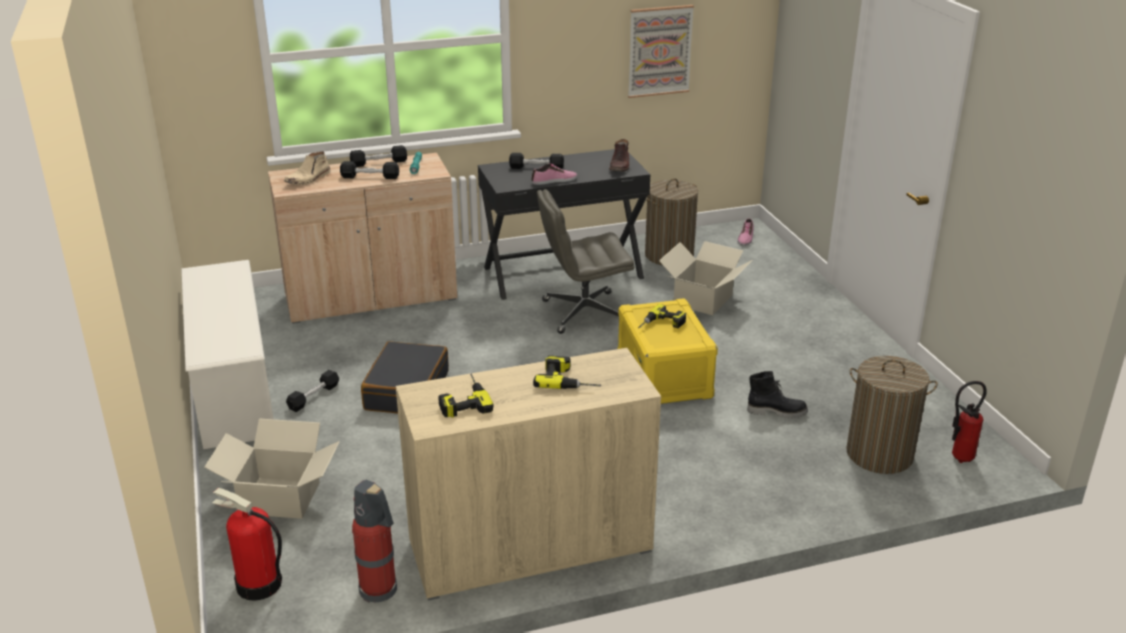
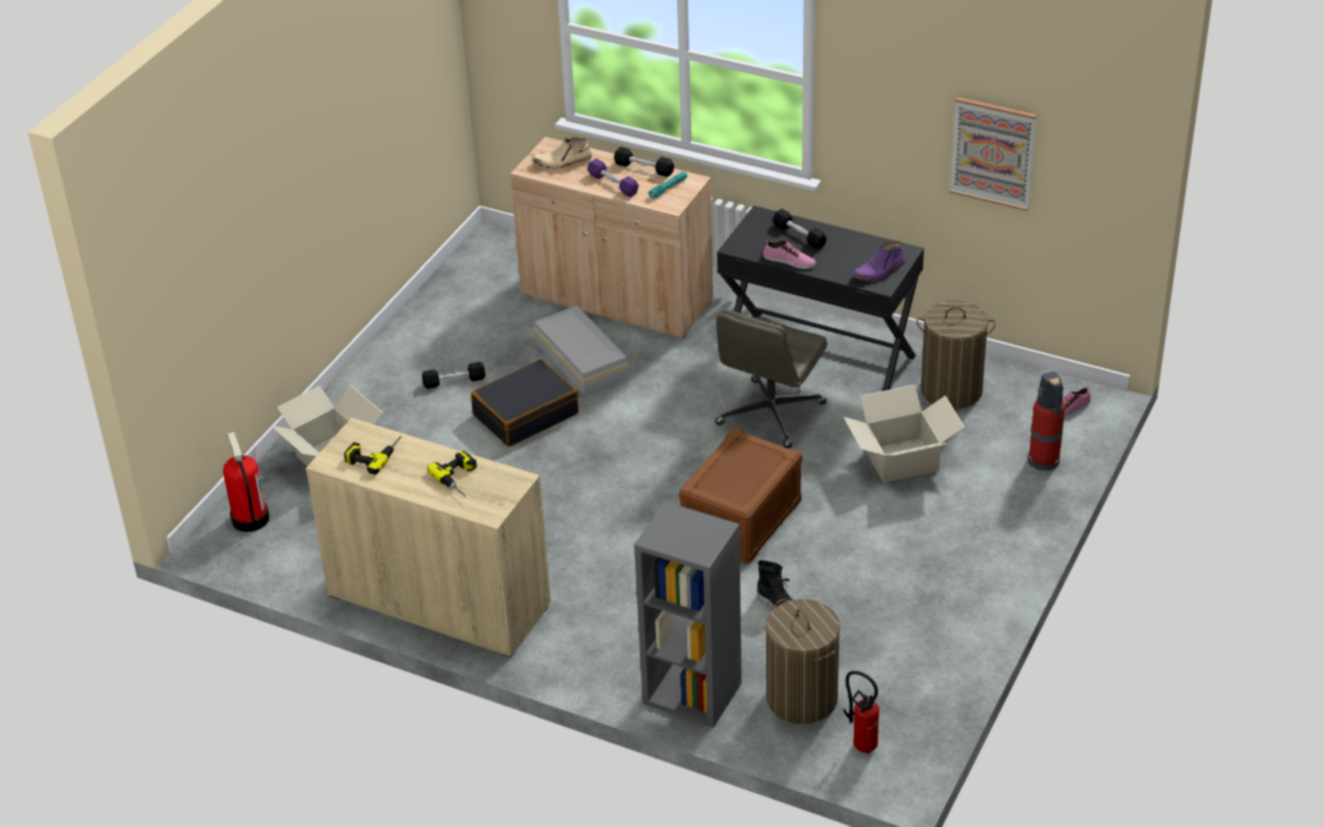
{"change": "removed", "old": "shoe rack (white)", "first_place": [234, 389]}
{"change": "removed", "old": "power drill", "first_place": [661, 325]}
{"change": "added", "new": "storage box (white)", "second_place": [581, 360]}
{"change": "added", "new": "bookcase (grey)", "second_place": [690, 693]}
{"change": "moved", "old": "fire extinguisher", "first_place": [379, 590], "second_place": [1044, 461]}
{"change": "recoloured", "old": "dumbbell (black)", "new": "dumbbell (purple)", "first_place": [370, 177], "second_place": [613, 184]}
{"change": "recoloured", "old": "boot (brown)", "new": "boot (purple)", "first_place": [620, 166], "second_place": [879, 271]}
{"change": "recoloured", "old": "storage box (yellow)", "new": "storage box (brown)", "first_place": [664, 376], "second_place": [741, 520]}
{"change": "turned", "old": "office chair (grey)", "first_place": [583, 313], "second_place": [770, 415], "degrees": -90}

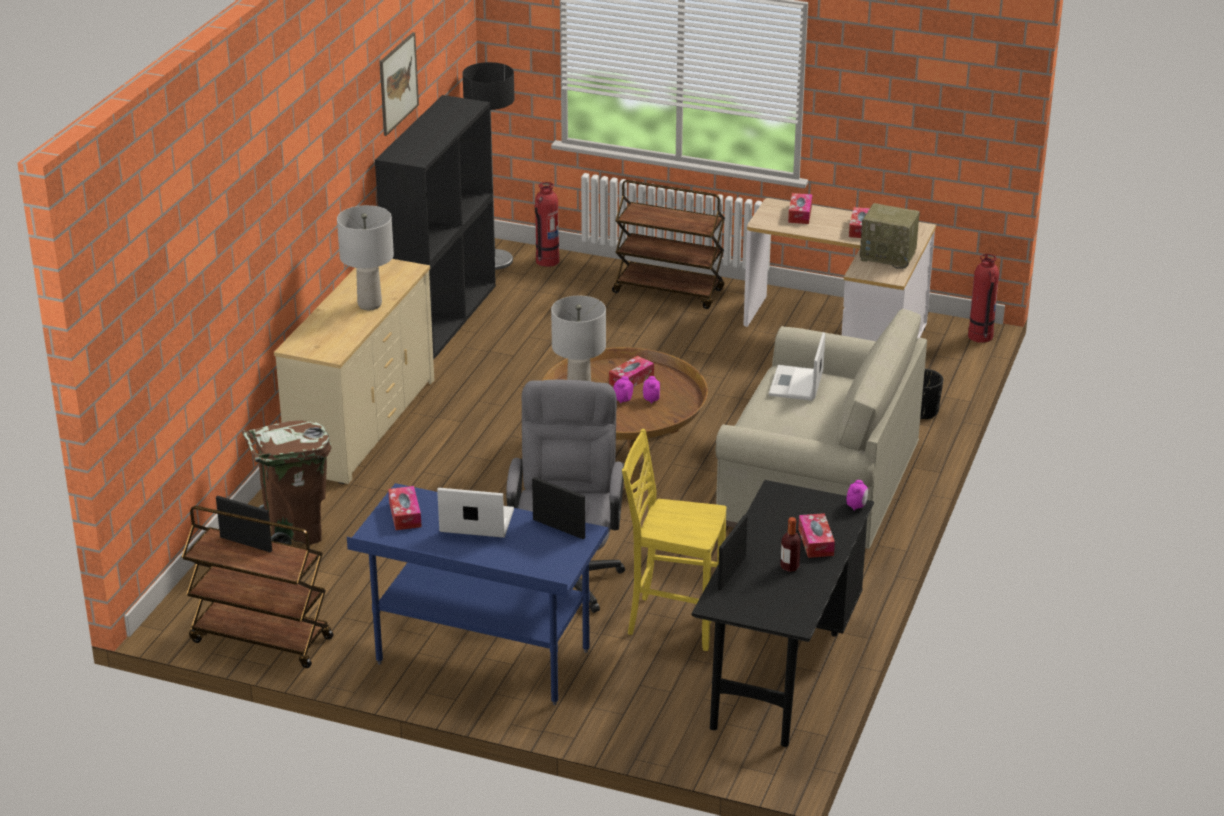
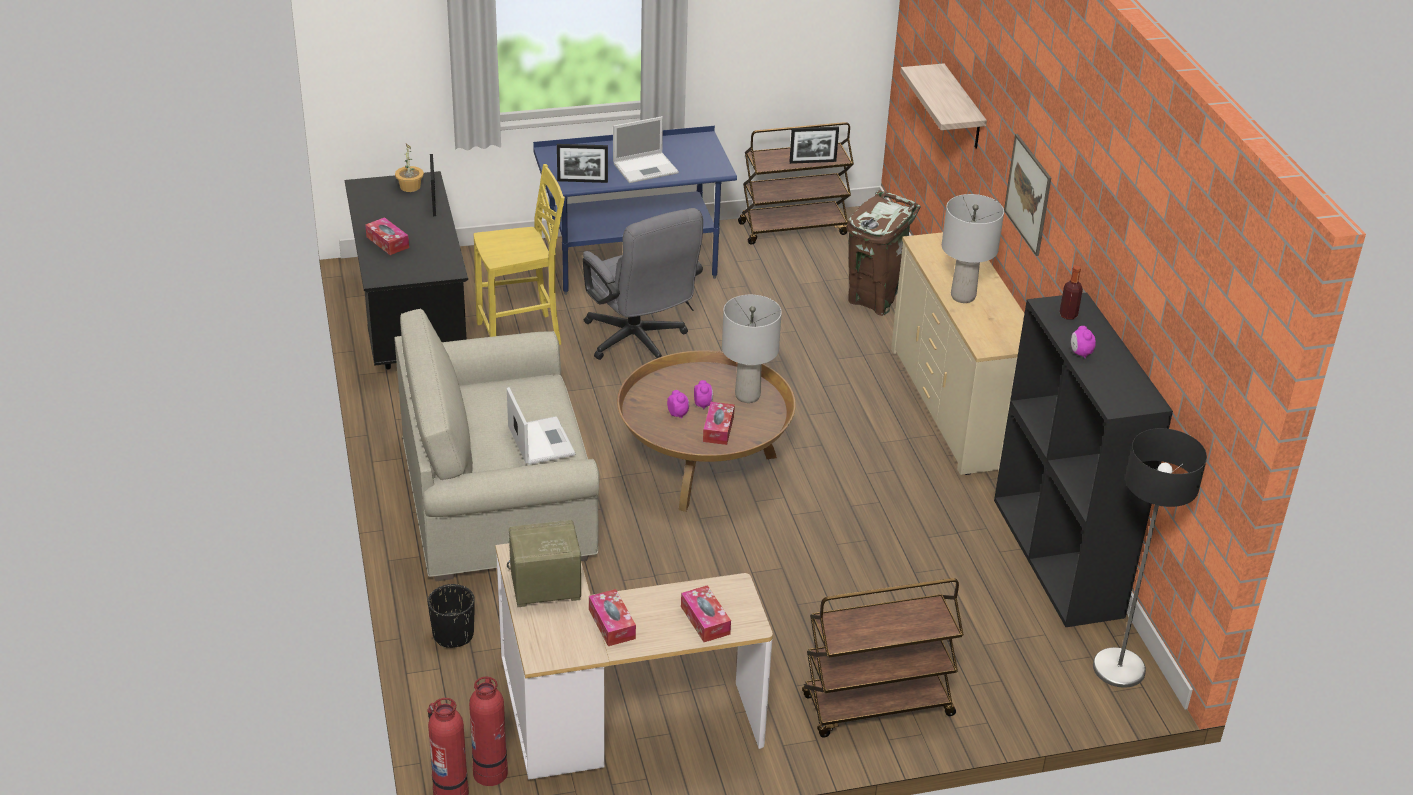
{"change": "removed", "old": "tissue box", "first_place": [405, 515]}
{"change": "added", "new": "potted plant", "second_place": [409, 186]}
{"change": "added", "new": "shelf", "second_place": [962, 108]}
{"change": "moved", "old": "picture", "first_place": [398, 83], "second_place": [1028, 194]}
{"change": "moved", "old": "fire extinguisher", "first_place": [546, 261], "second_place": [491, 772]}
{"change": "moved", "old": "bottle", "first_place": [789, 567], "second_place": [1068, 315]}
{"change": "moved", "old": "alarm clock", "first_place": [856, 506], "second_place": [1080, 353]}

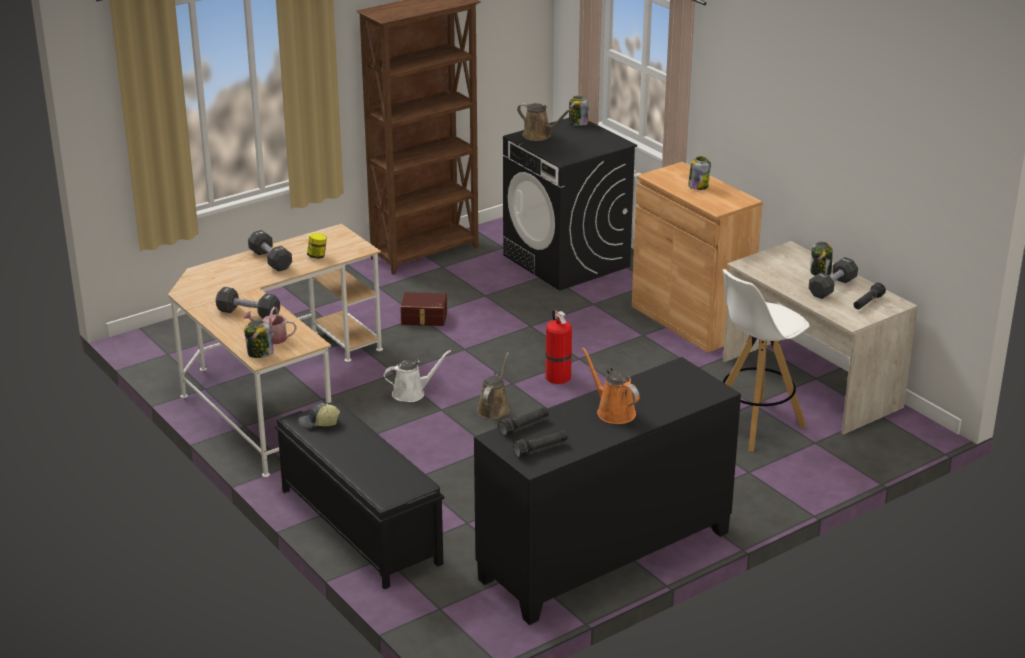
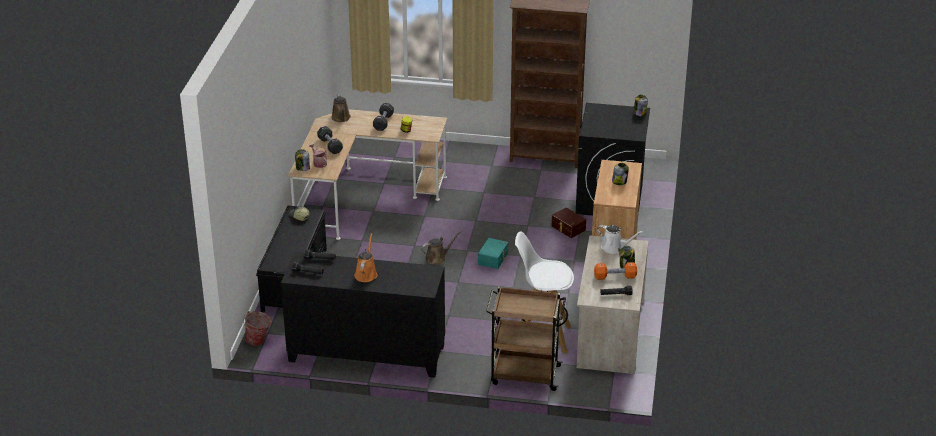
{"change": "added", "new": "bucket", "second_place": [259, 342]}
{"change": "added", "new": "cart (brown)", "second_place": [524, 374]}
{"change": "moved", "old": "watering can (white)", "first_place": [412, 393], "second_place": [614, 247]}
{"change": "moved", "old": "storage box (brown)", "first_place": [424, 318], "second_place": [567, 228]}
{"change": "moved", "old": "watering can (brown)", "first_place": [539, 136], "second_place": [341, 118]}
{"change": "replaced", "old": "fire extinguisher", "new": "storage box (turquoise)", "first_place": [557, 376], "second_place": [493, 259]}
{"change": "recoloured", "old": "dumbbell (black)", "new": "dumbbell (orange)", "first_place": [832, 287], "second_place": [615, 277]}

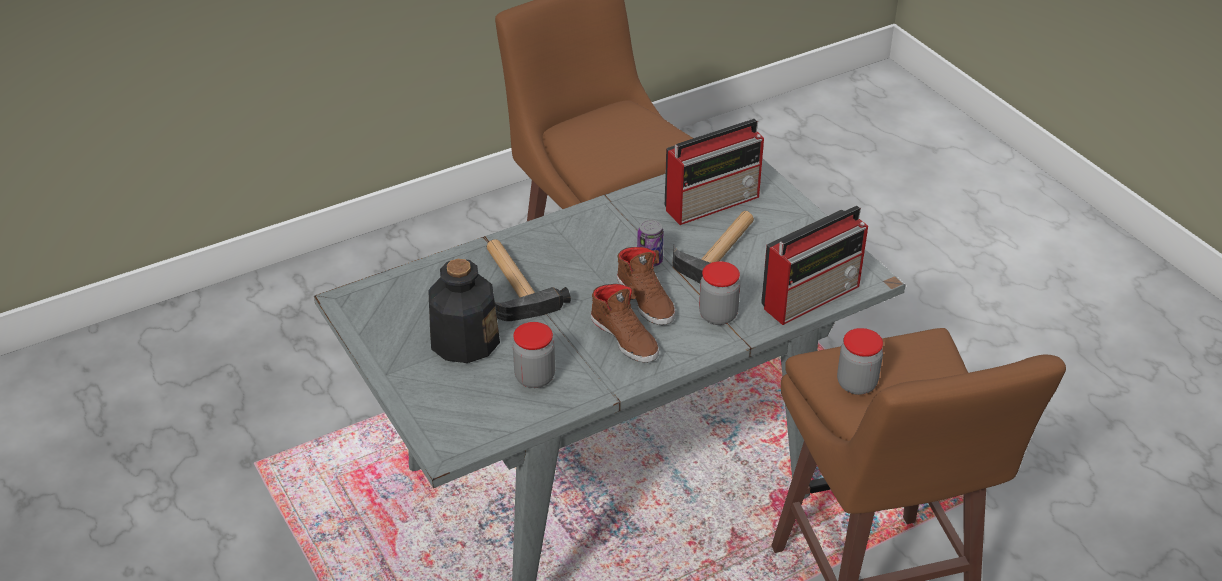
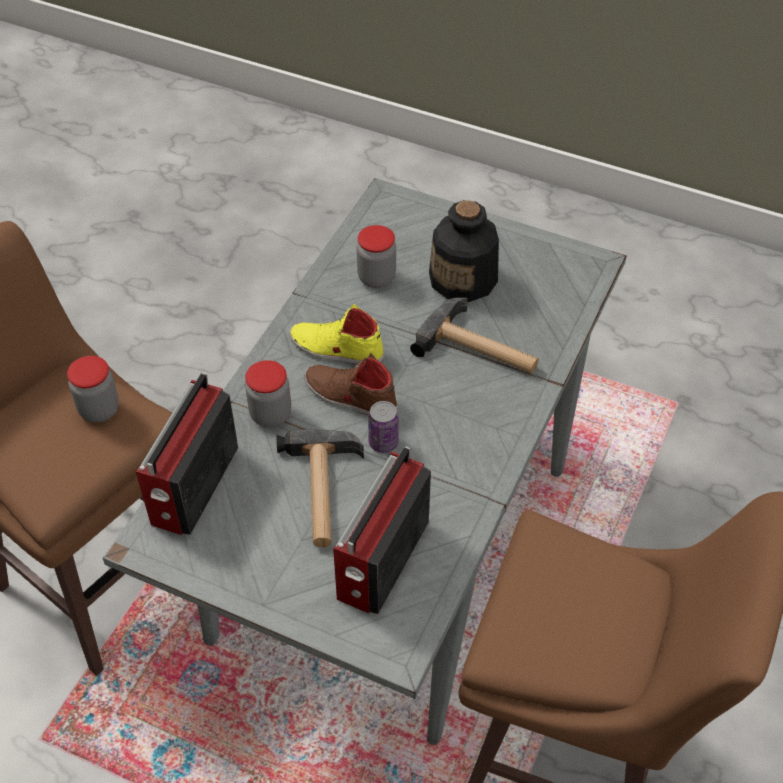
{"change": "recoloured", "old": "shoe (brown)", "new": "shoe (yellow)", "first_place": [625, 337], "second_place": [336, 349]}

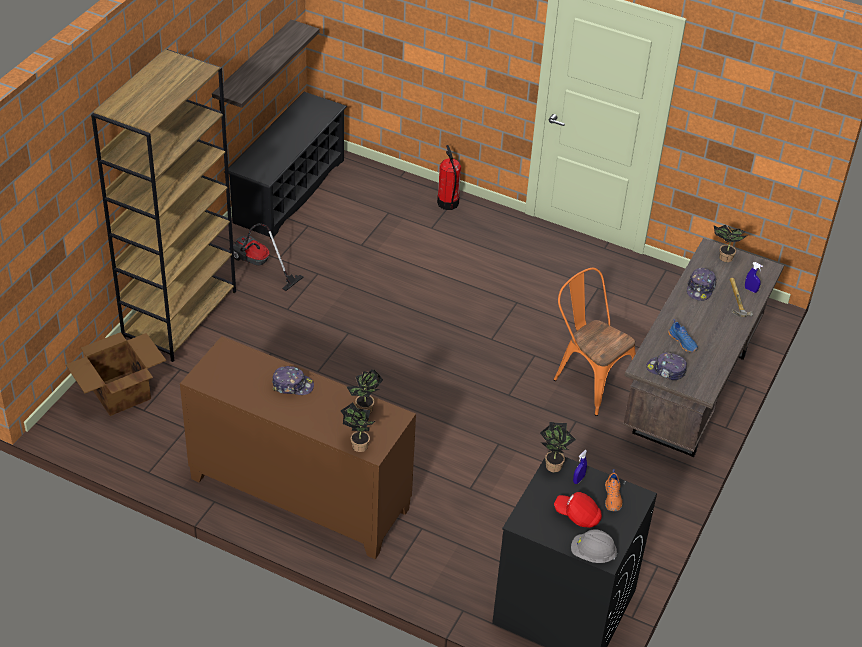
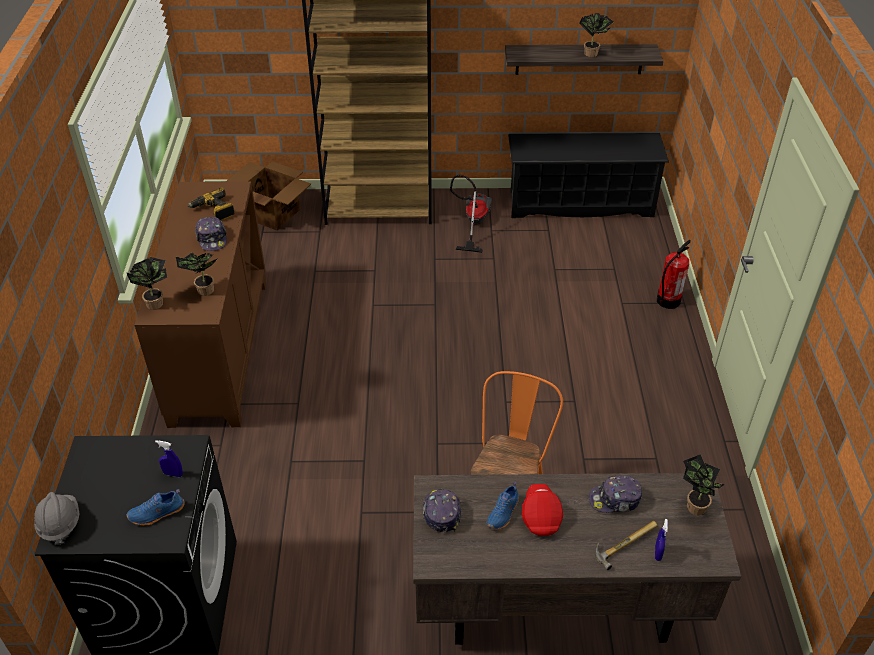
{"change": "added", "new": "power drill", "second_place": [214, 211]}
{"change": "moved", "old": "potted plant", "first_place": [552, 464], "second_place": [592, 53]}
{"change": "moved", "old": "cap (red)", "first_place": [577, 515], "second_place": [541, 516]}
{"change": "recoloured", "old": "shoe (orange)", "new": "shoe (blue)", "first_place": [613, 498], "second_place": [157, 514]}

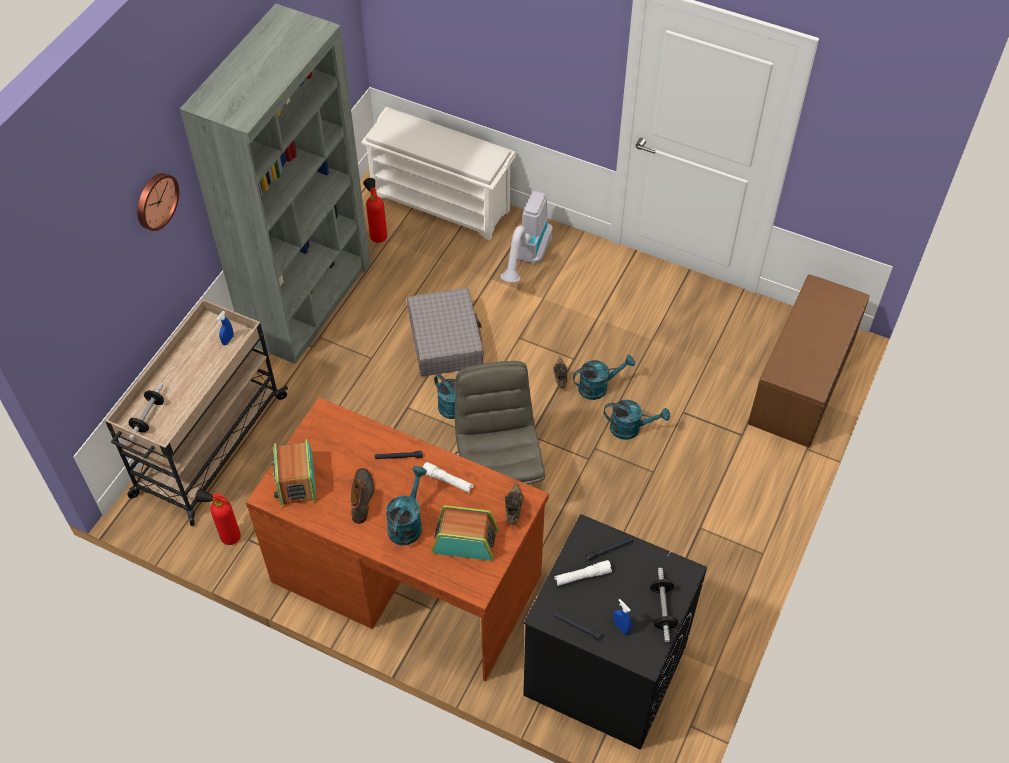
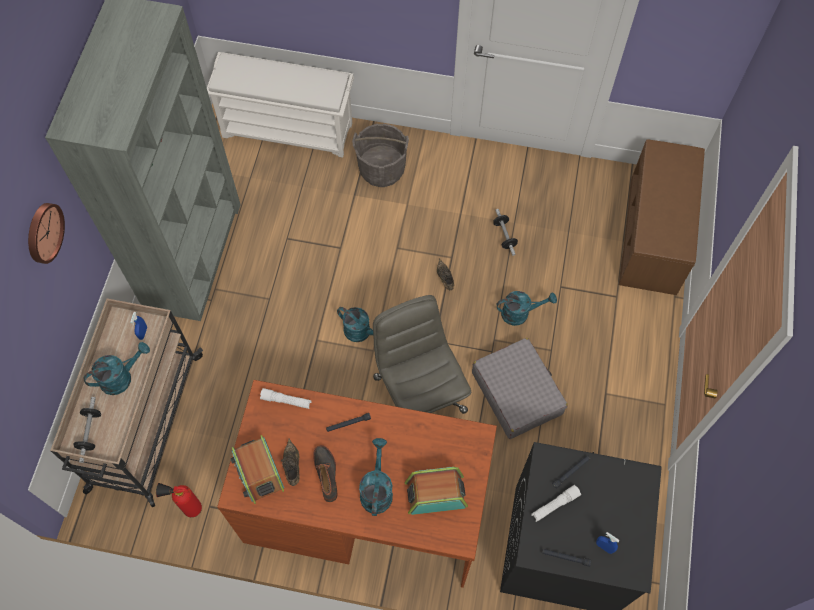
{"change": "removed", "old": "fire extinguisher", "first_place": [377, 235]}
{"change": "moved", "old": "suitcase (grey)", "first_place": [445, 340], "second_place": [517, 392]}
{"change": "moved", "old": "flashlight (white)", "first_place": [448, 481], "second_place": [286, 401]}
{"change": "moved", "old": "shoe (brown)", "first_place": [513, 509], "second_place": [292, 466]}
{"change": "moved", "old": "watering can (turquoise)", "first_place": [598, 386], "second_place": [121, 377]}
{"change": "moved", "old": "dumbbell", "first_place": [662, 609], "second_place": [504, 236]}
{"change": "replaced", "old": "vacuum cleaner", "new": "bucket (grey)", "first_place": [527, 259], "second_place": [382, 169]}

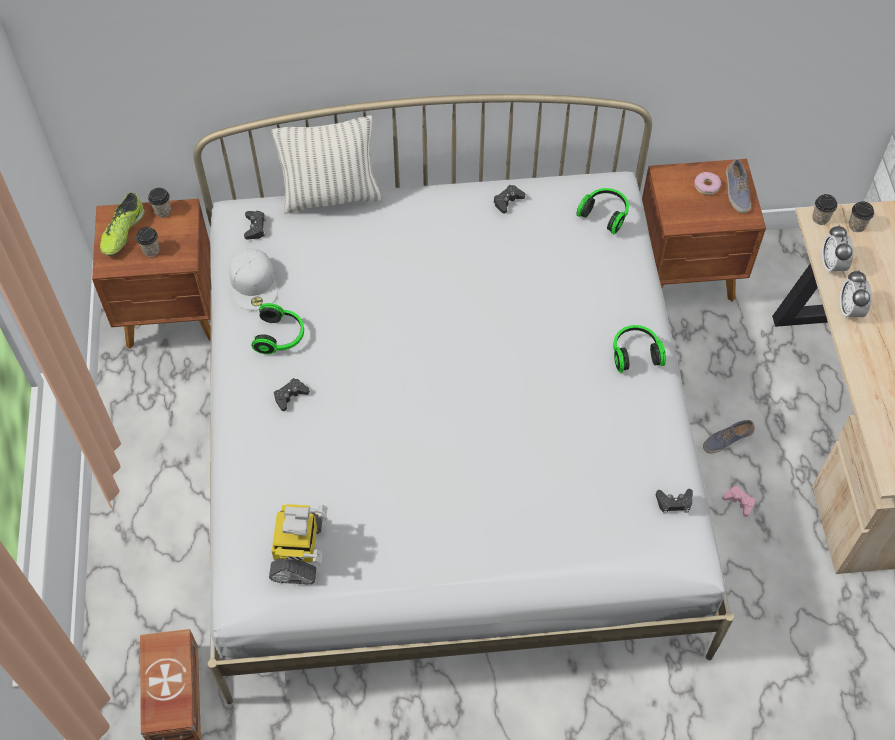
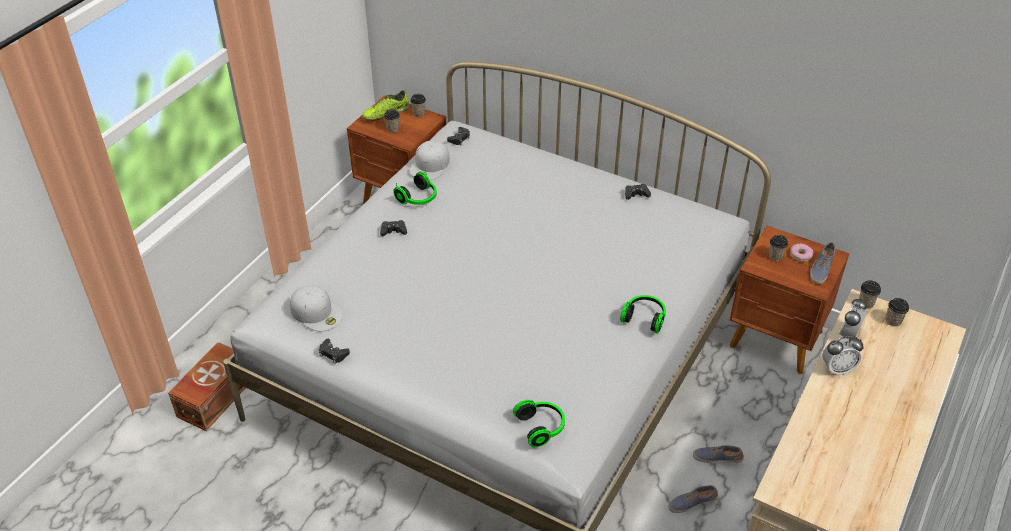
{"change": "removed", "old": "pillow", "first_place": [331, 196]}
{"change": "added", "new": "cup", "second_place": [775, 256]}
{"change": "moved", "old": "headphones", "first_place": [605, 214], "second_place": [541, 427]}
{"change": "moved", "old": "game controller (black)", "first_place": [674, 503], "second_place": [333, 353]}
{"change": "replaced", "old": "toy robot", "new": "cap (white)", "first_place": [298, 552], "second_place": [317, 312]}
{"change": "replaced", "old": "game controller (pink)", "new": "shoe", "first_place": [739, 502], "second_place": [691, 503]}
{"change": "turned", "old": "alarm clock", "first_place": [849, 310], "second_place": [837, 369], "degrees": -135}

